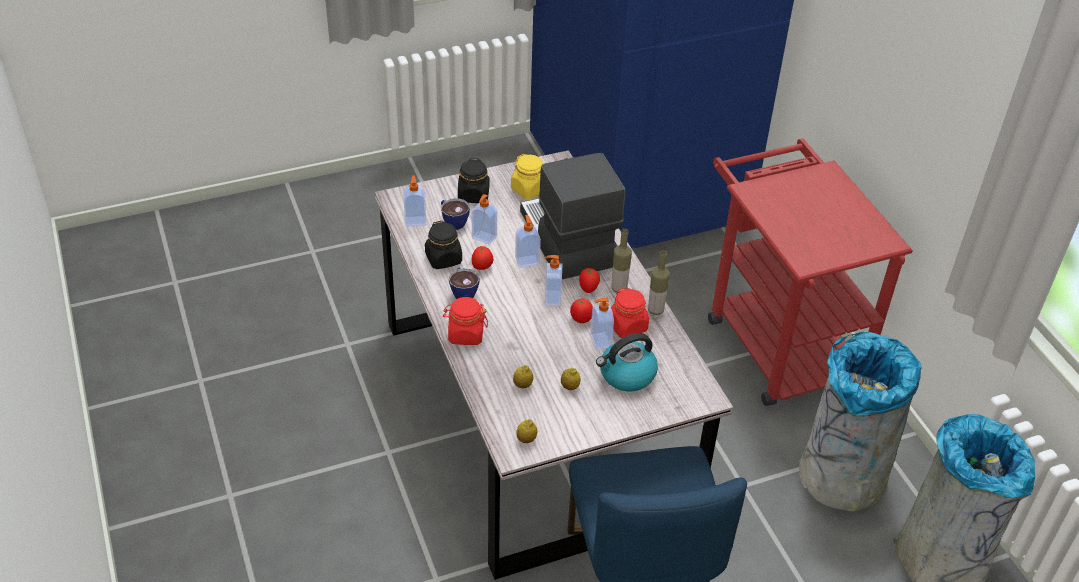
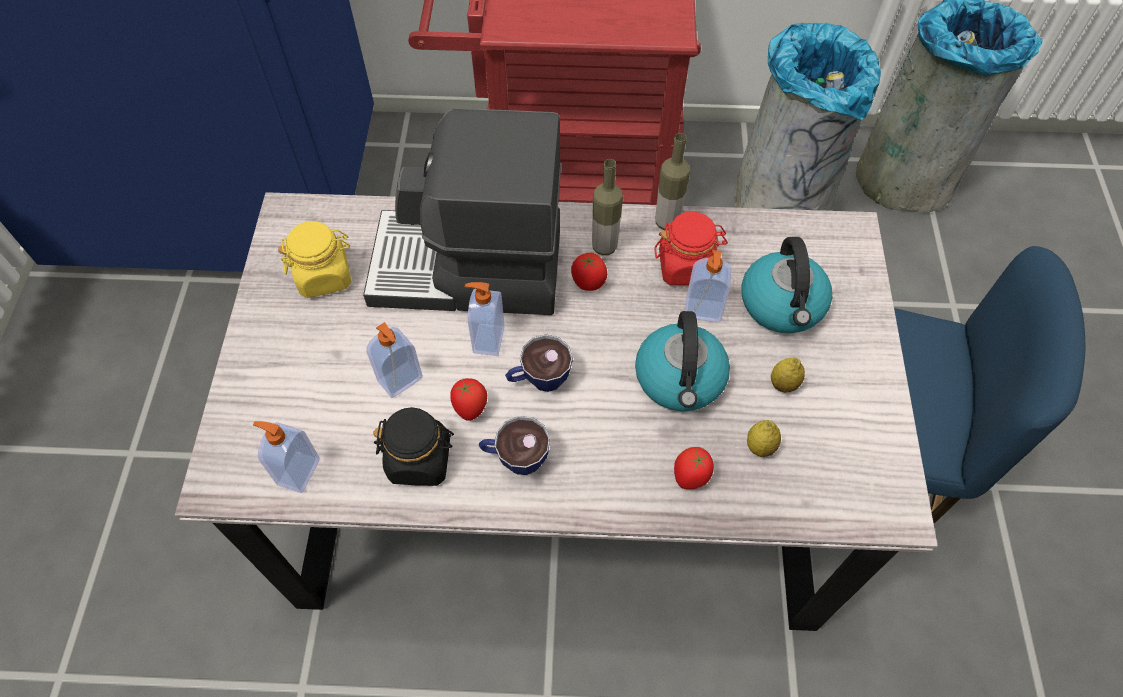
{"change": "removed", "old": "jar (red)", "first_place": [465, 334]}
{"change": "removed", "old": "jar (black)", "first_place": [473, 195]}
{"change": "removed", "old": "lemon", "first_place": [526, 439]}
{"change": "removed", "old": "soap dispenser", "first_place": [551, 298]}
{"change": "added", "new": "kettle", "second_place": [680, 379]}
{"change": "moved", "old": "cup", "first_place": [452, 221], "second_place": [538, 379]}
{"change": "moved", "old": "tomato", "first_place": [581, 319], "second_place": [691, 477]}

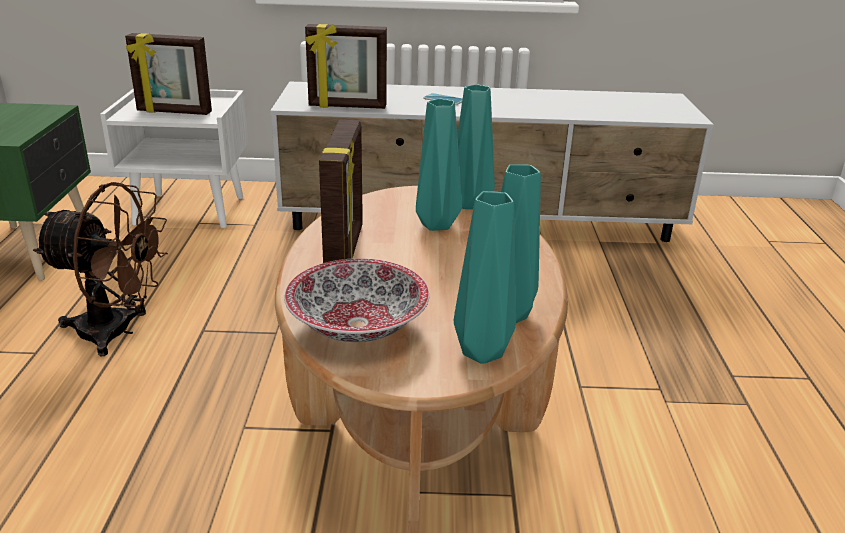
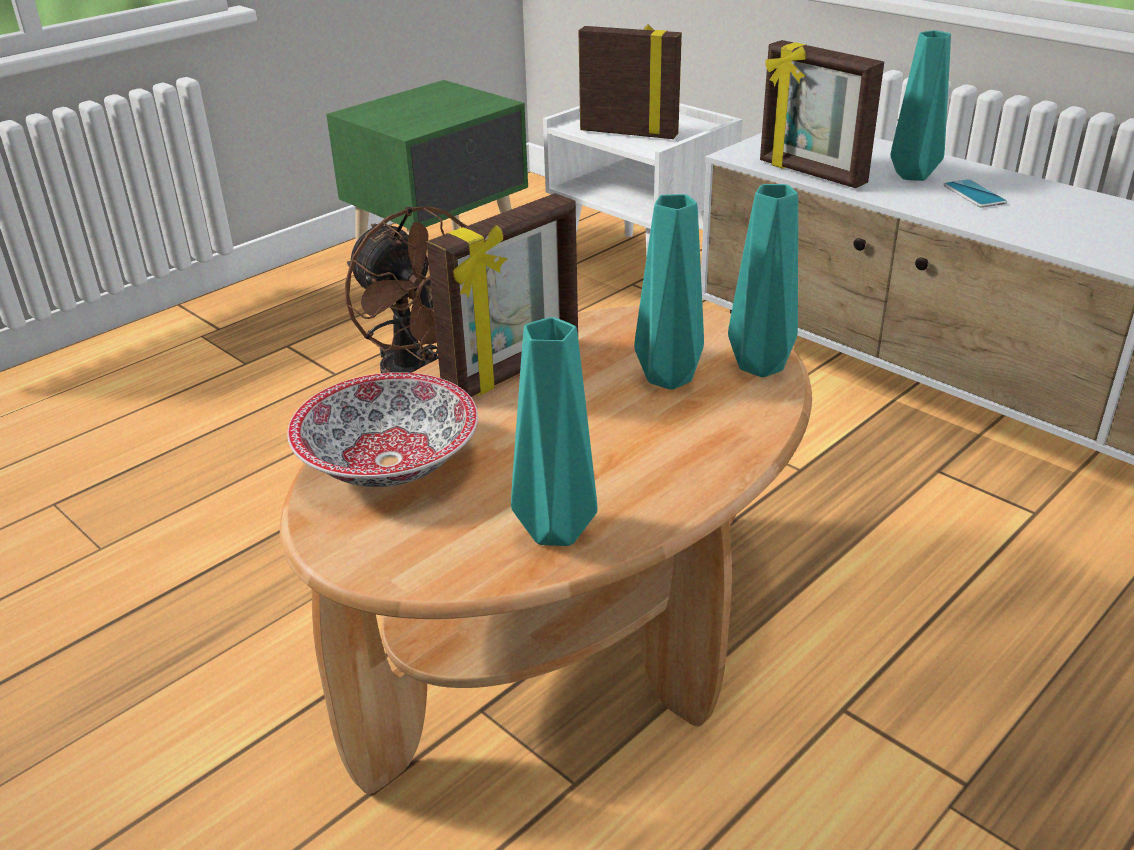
{"change": "moved", "old": "vase (turquoise)", "first_place": [482, 350], "second_place": [914, 175]}
{"change": "turned", "old": "picture frame", "first_place": [174, 112], "second_place": [629, 133], "degrees": 150}

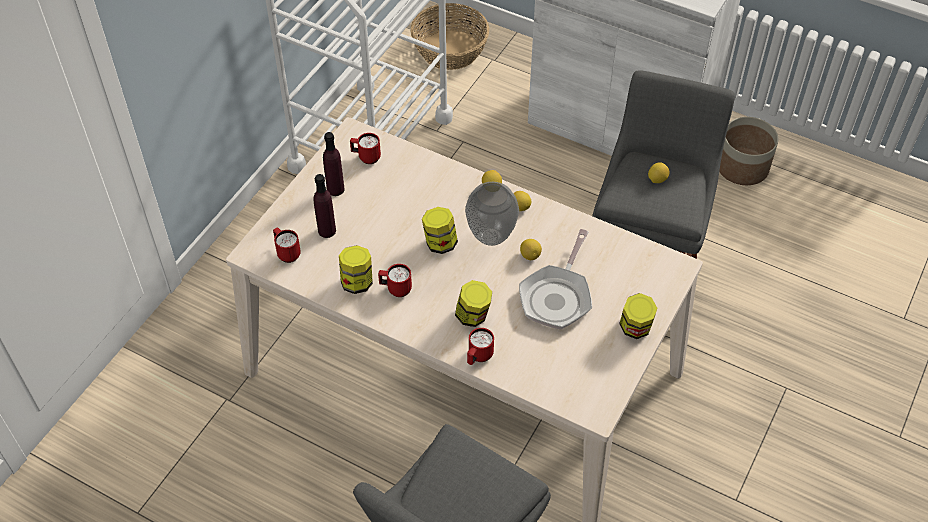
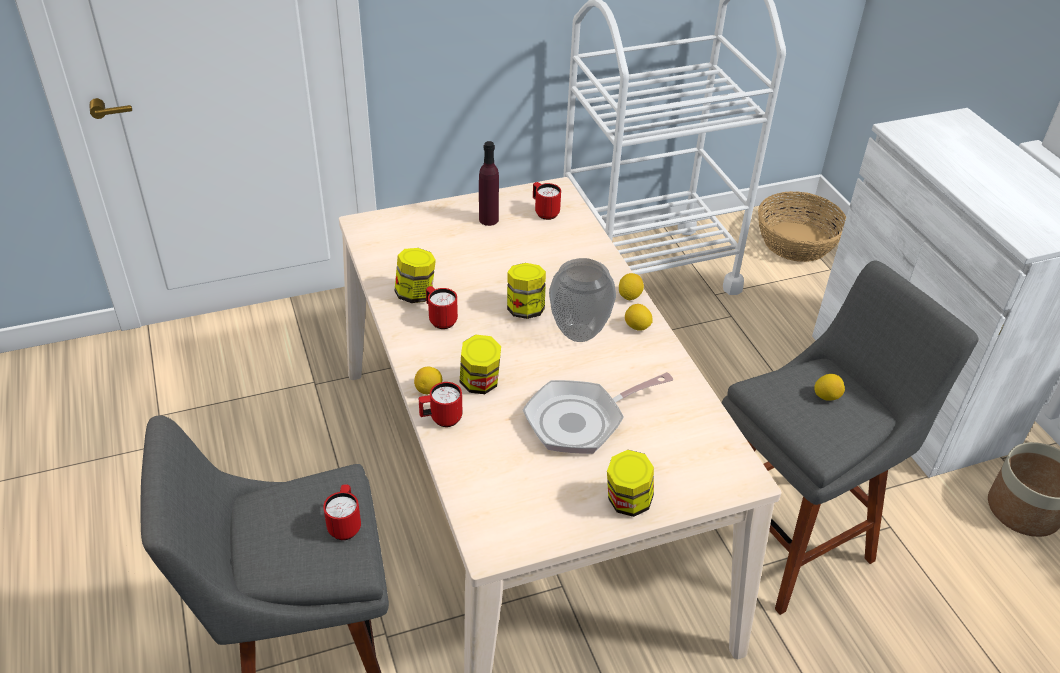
{"change": "removed", "old": "bottle (purple)", "first_place": [327, 230]}
{"change": "moved", "old": "mug (red)", "first_place": [287, 253], "second_place": [345, 525]}
{"change": "moved", "old": "lemon", "first_place": [530, 255], "second_place": [429, 390]}

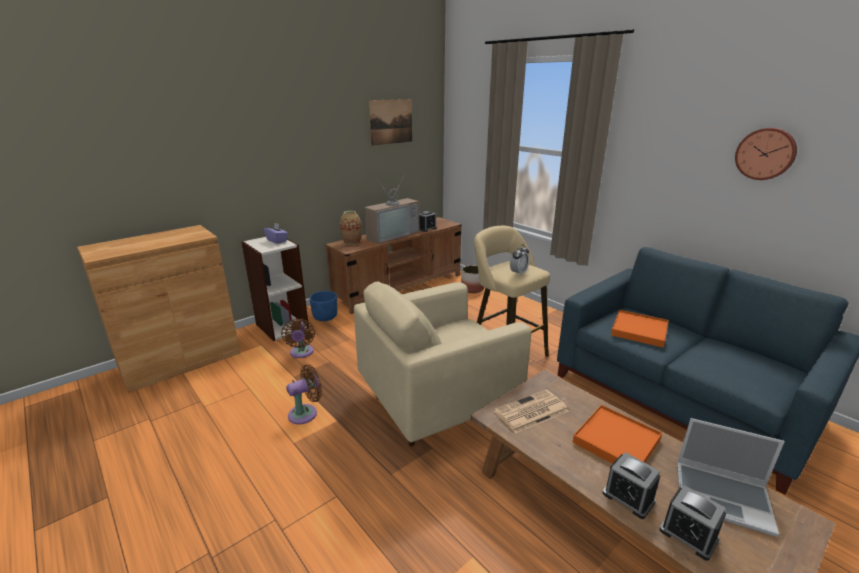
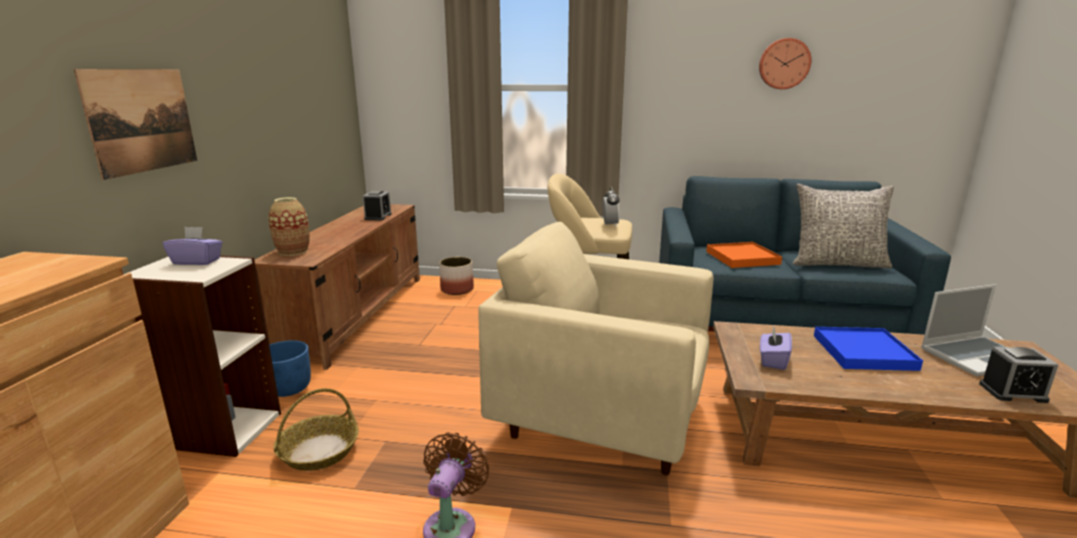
{"change": "removed", "old": "television", "first_place": [391, 235]}
{"change": "removed", "old": "alarm clock", "first_place": [628, 497]}
{"change": "added", "new": "pillow (grey)", "second_place": [836, 263]}
{"change": "moved", "old": "picture", "first_place": [391, 121], "second_place": [142, 120]}
{"change": "replaced", "old": "fan (brown)", "new": "basket", "first_place": [301, 353], "second_place": [319, 451]}
{"change": "replaced", "old": "newspaper", "new": "tissue box (purple)", "first_place": [530, 412], "second_place": [773, 360]}
{"change": "recoloured", "old": "tray (orange)", "new": "tray (blue)", "first_place": [616, 441], "second_place": [864, 352]}
{"change": "turned", "old": "armchair (beige)", "first_place": [438, 403], "second_place": [601, 421], "degrees": 90}

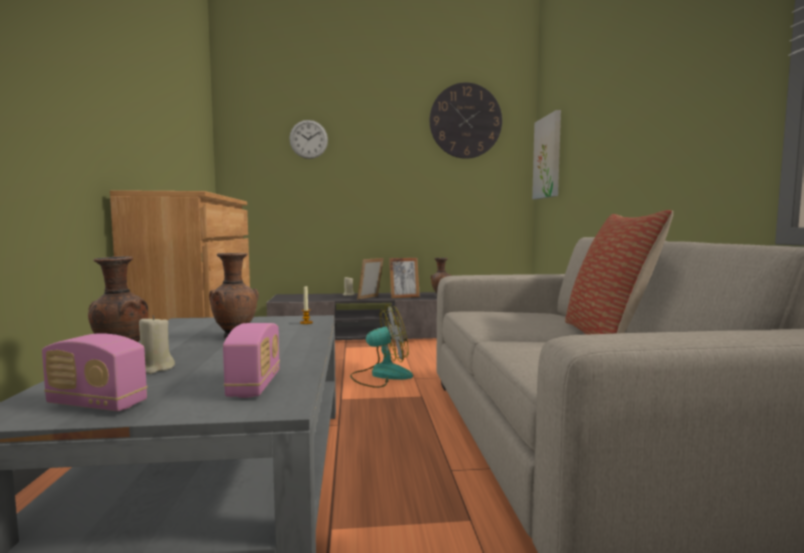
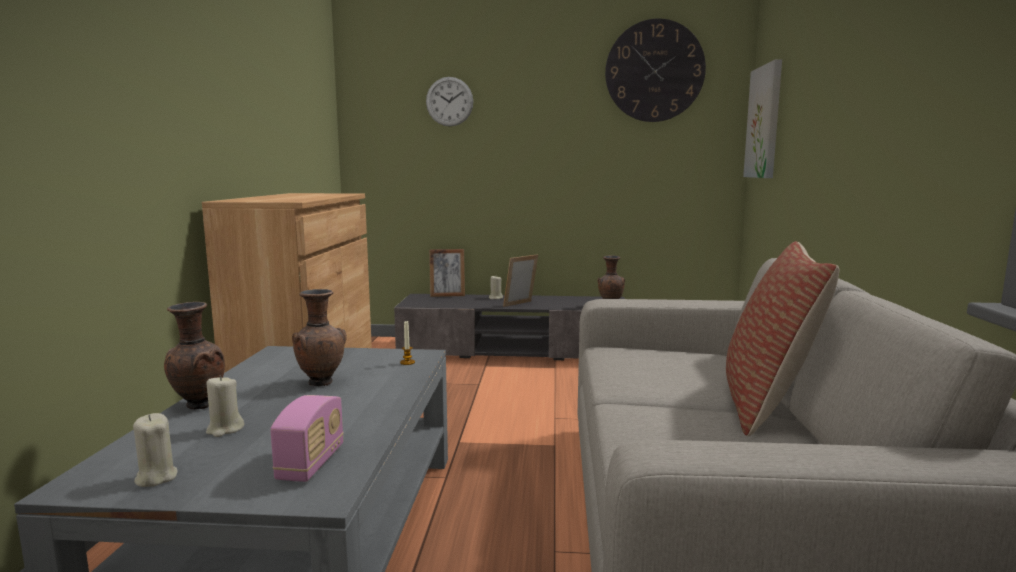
{"change": "removed", "old": "fan", "first_place": [381, 375]}
{"change": "moved", "old": "picture frame", "first_place": [404, 297], "second_place": [447, 295]}
{"change": "replaced", "old": "radio", "new": "candle (beige)", "first_place": [97, 404], "second_place": [156, 478]}

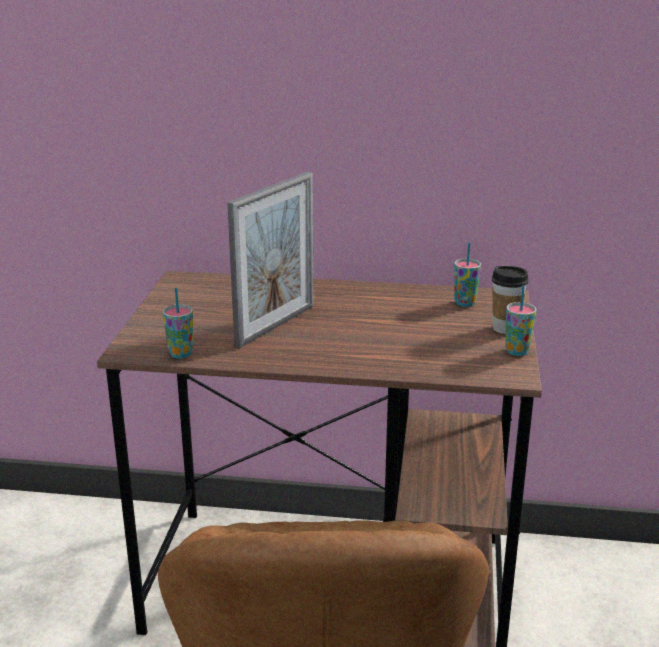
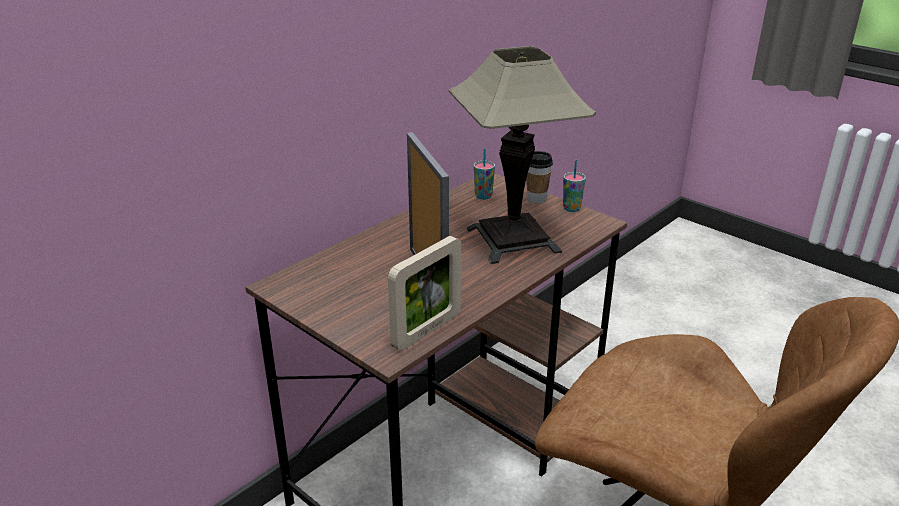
{"change": "added", "new": "table lamp", "second_place": [513, 240]}
{"change": "replaced", "old": "cup", "new": "picture frame", "first_place": [181, 354], "second_place": [427, 331]}

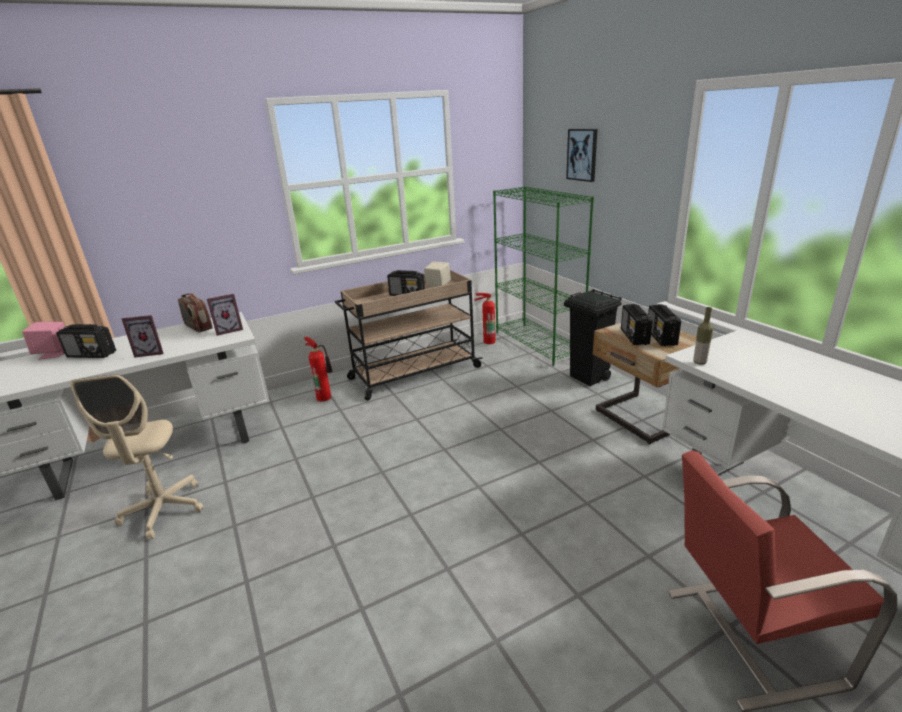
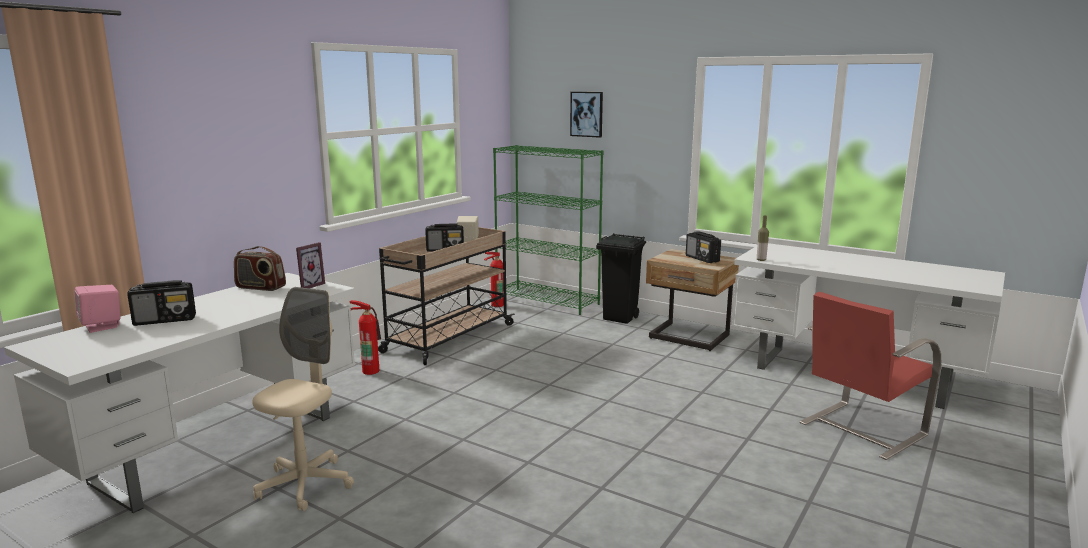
{"change": "removed", "old": "picture frame", "first_place": [151, 352]}
{"change": "removed", "old": "radio", "first_place": [634, 337]}
{"change": "turned", "old": "office chair (beige)", "first_place": [164, 510], "second_place": [305, 485], "degrees": -120}

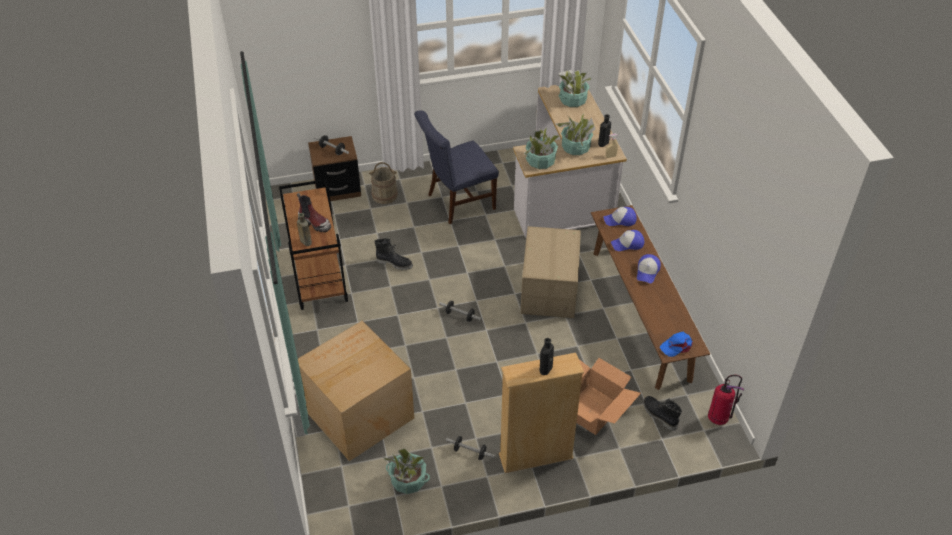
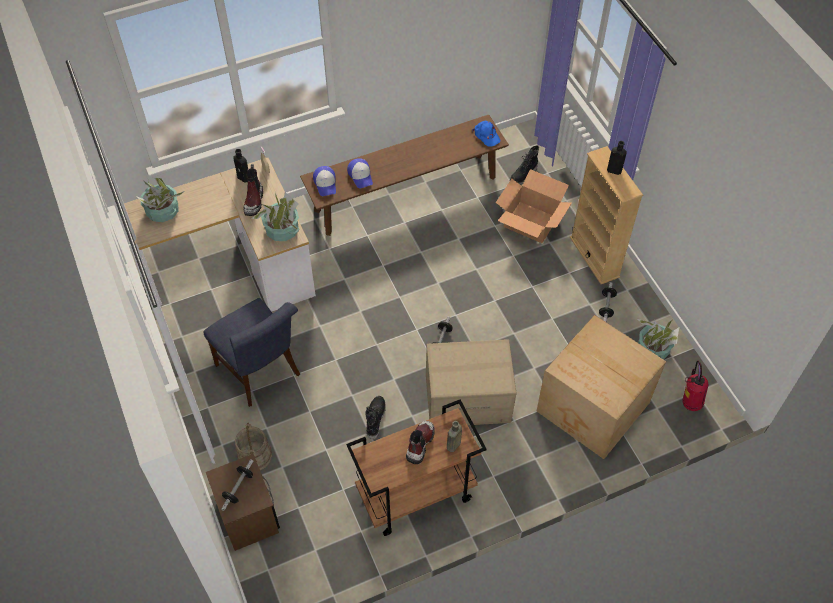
{"change": "removed", "old": "cap", "first_place": [647, 271]}
{"change": "moved", "old": "cardboard box", "first_place": [550, 290], "second_place": [468, 397]}
{"change": "moved", "old": "fire extinguisher", "first_place": [718, 418], "second_place": [690, 402]}
{"change": "replaced", "old": "potted plant", "new": "boot", "first_place": [575, 147], "second_place": [254, 201]}

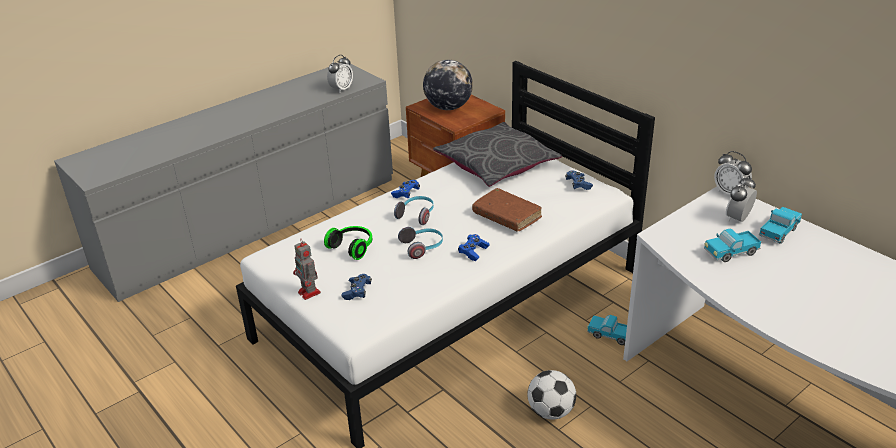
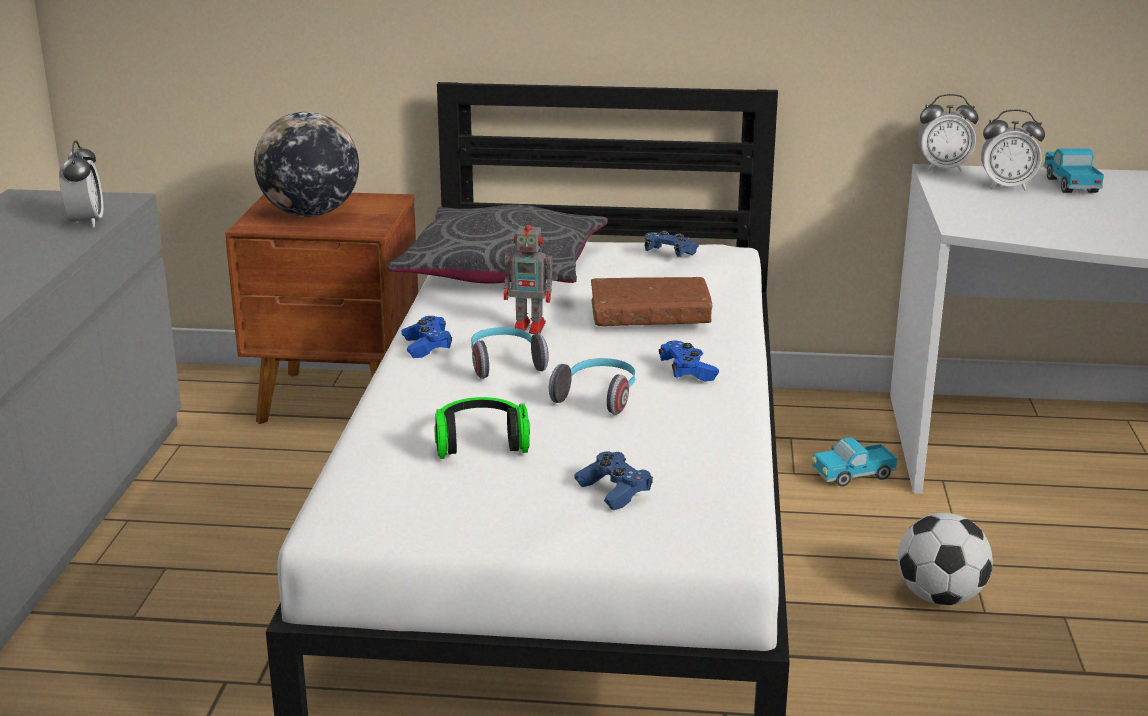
{"change": "removed", "old": "toy truck", "first_place": [730, 253]}
{"change": "moved", "old": "toy robot", "first_place": [309, 293], "second_place": [531, 327]}
{"change": "turned", "old": "alarm clock", "first_place": [738, 219], "second_place": [1007, 187], "degrees": -75}

